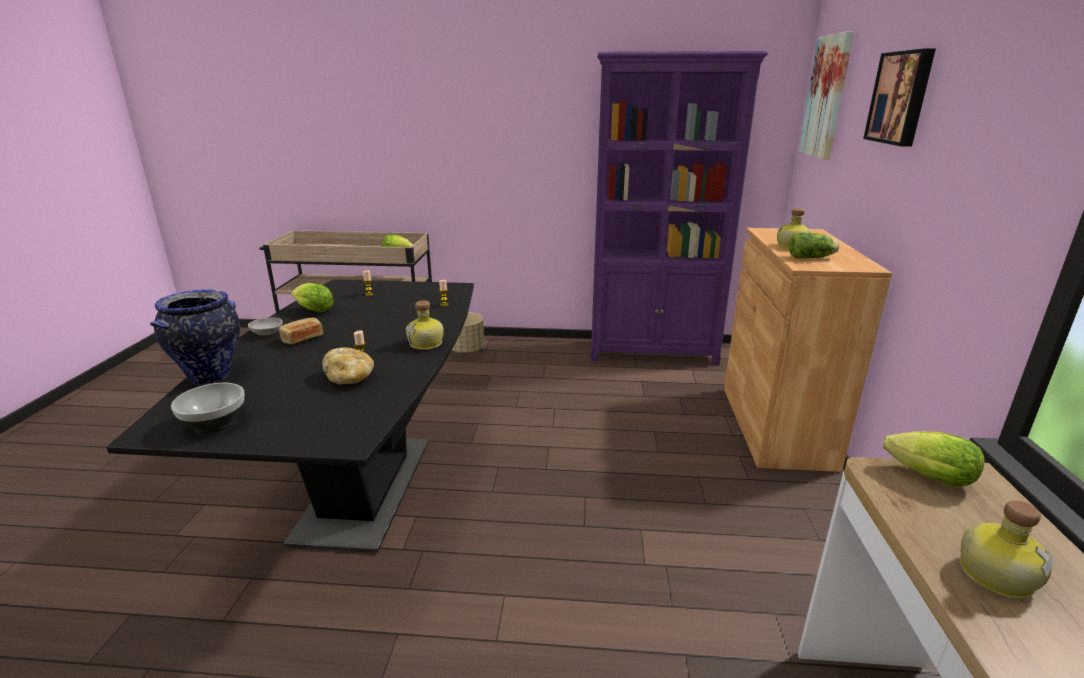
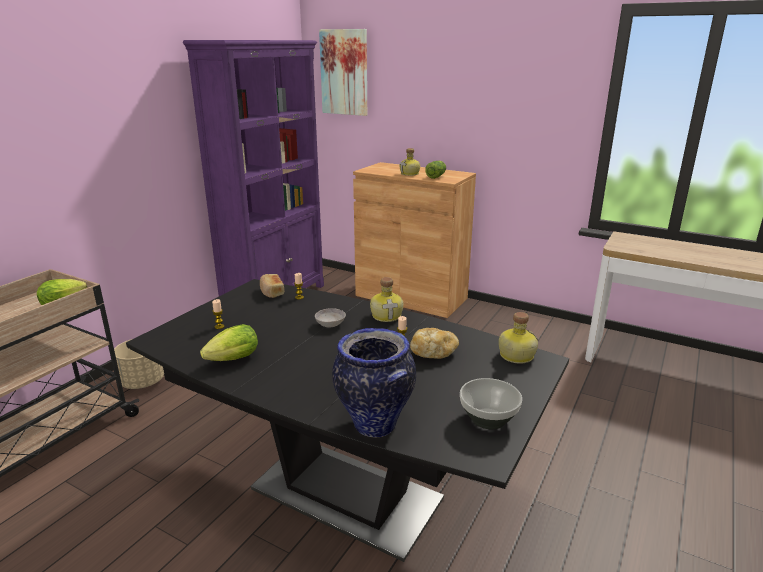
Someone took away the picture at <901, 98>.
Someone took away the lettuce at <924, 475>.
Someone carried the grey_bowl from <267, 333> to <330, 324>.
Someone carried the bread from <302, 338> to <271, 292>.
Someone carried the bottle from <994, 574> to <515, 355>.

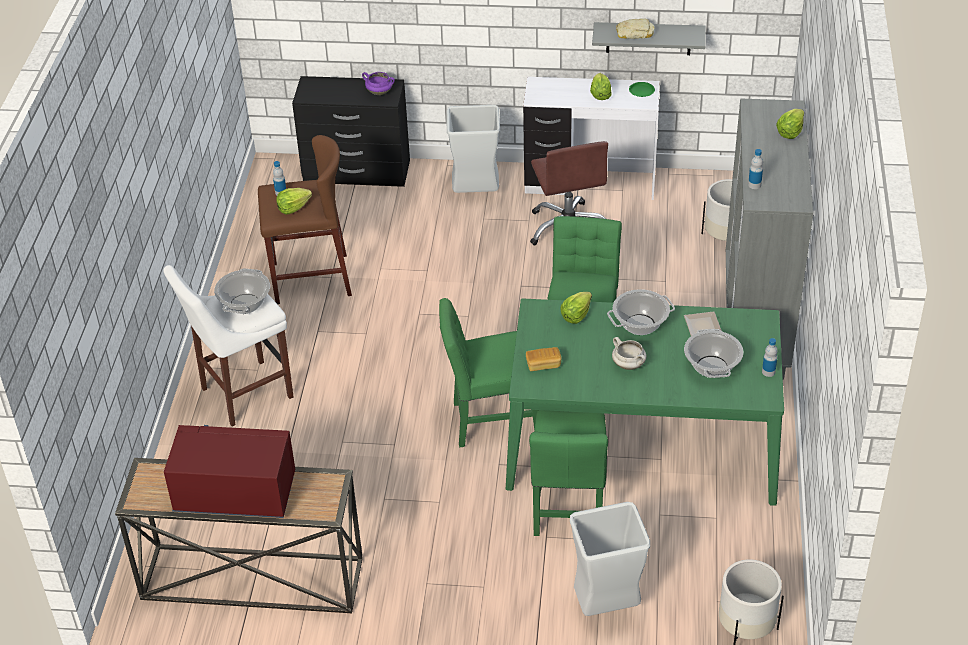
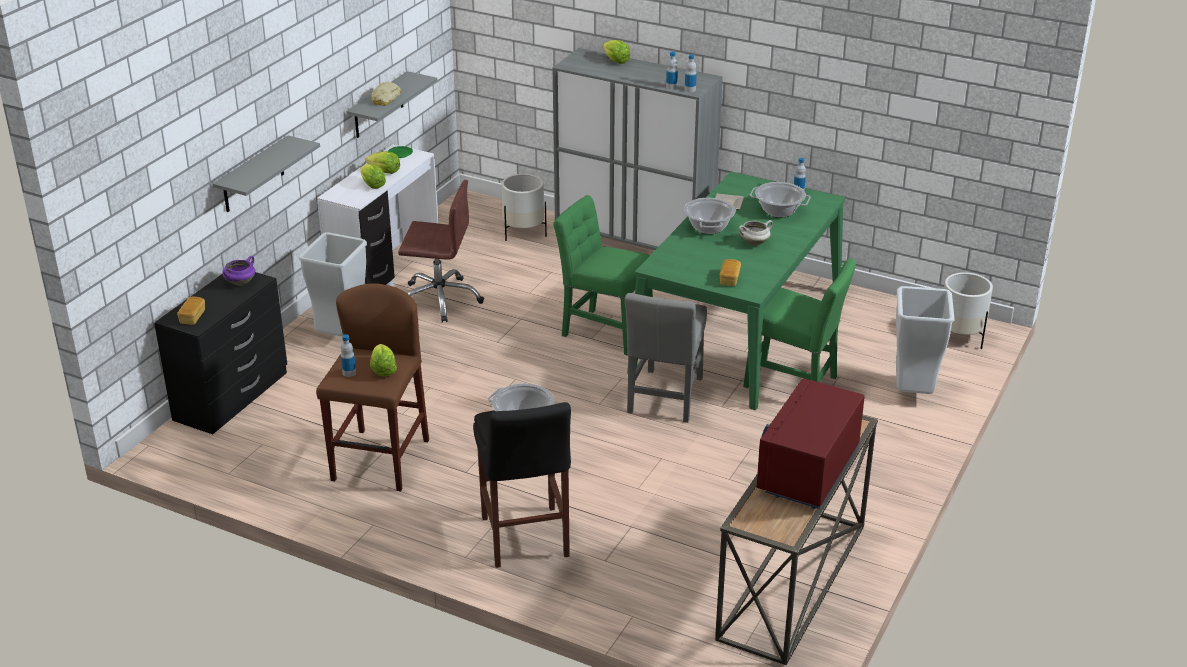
Someone put down the bread at <192, 317>.
Someone put up the grey_shelf at <253, 175>.
Someone put down the bottle at <690, 90>.
Someone carried the lettuce from <576, 315> to <372, 185>.
Someone repainted the white_stool at <242, 394>, which became the black_stool at <525, 540>.
Someone repainted the green_chair at <490, 421>, which became the grey_chair at <665, 398>.

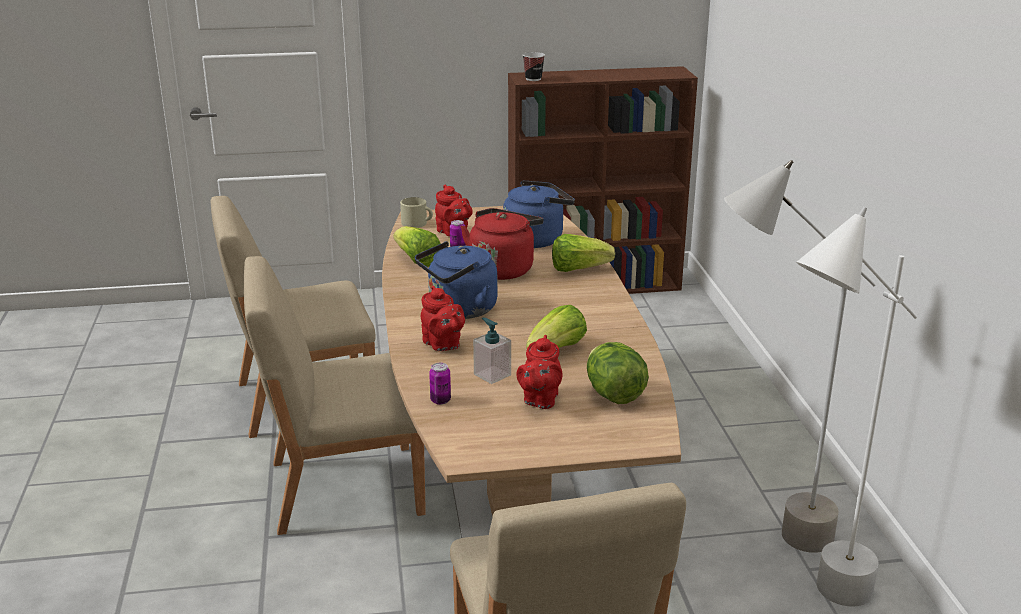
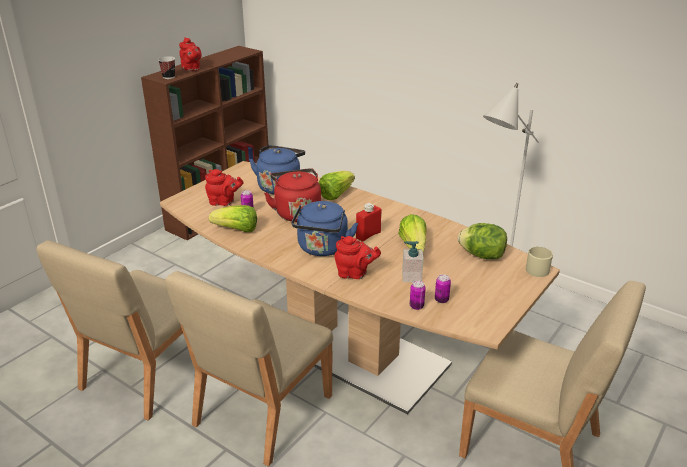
Someone took away the white_floor_lamp at <815, 607>.
Someone put down the red_bottle at <368, 235>.
Someone put down the can at <441, 300>.
Someone carried the beige_mug from <417, 223> to <539, 269>.
Someone carried the red_teapot from <540, 400> to <191, 69>.

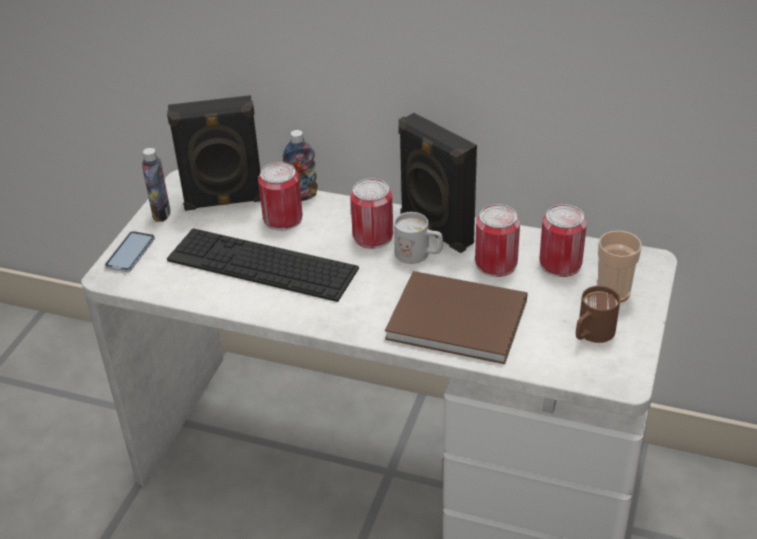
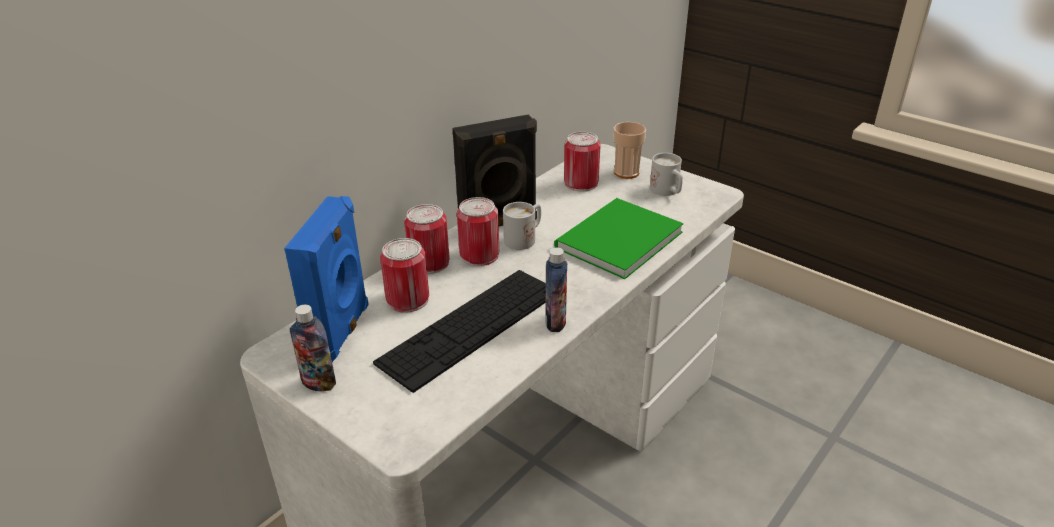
Someone took away the phone at <130, 253>.
Someone carried the bottle from <302, 195> to <555, 322>.
Someone carried the can from <496, 263> to <429, 262>.
Someone repainted the black_speaker at <224, 202>, which became the blue_speaker at <342, 332>.
Someone repainted the brown_book at <454, 316>, which became the green_book at <614, 240>.
Someone repainted the brown_mug at <591, 335>, which became the white_mug at <667, 192>.

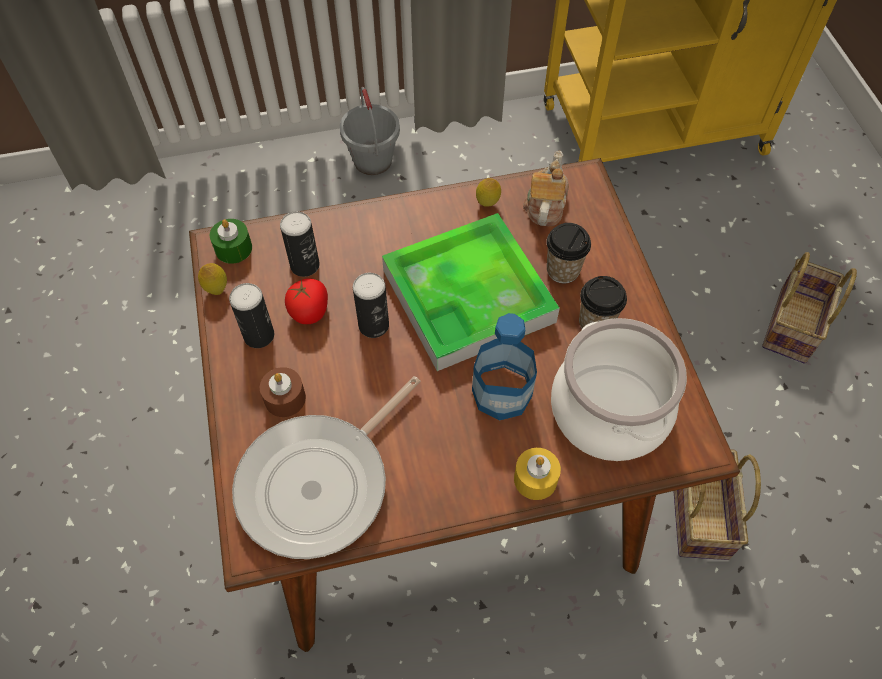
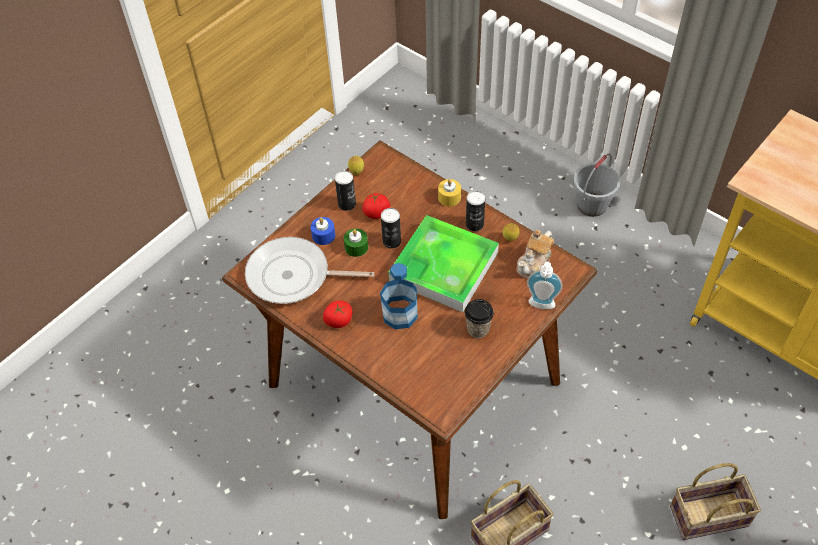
Someone took away the cup at <563, 270>.
Someone took away the cooking_pot at <608, 411>.
Someone put down the tomato at <338, 321>.
Someone put down the soap_dispenser at <541, 306>.
Someone carried the green_candle from <233, 248> to <356, 247>.
Someone carried the can from <305, 265> to <474, 224>.
Someone carried the yellow_candle from <535, 479> to <449, 197>.
Someone repainted the brown_candle at <285, 398>, which became the blue_candle at <323, 235>.
Someone rotated the teapot at <545, 205> by 150 degrees clockwise.

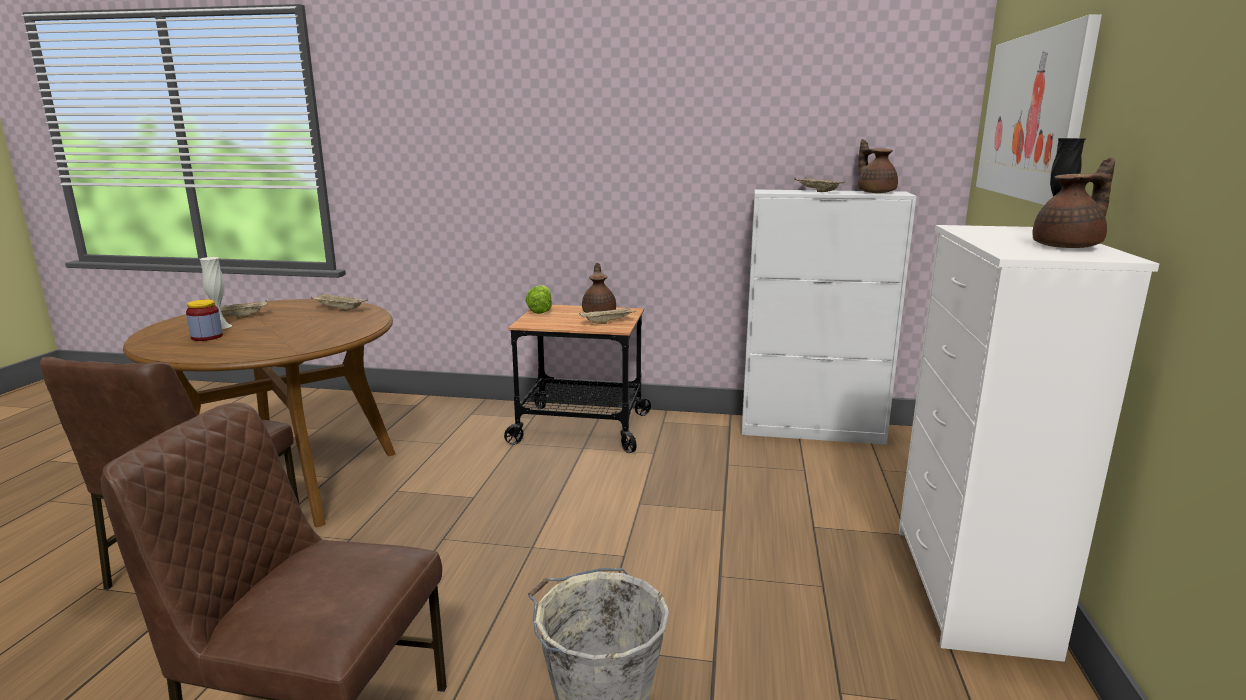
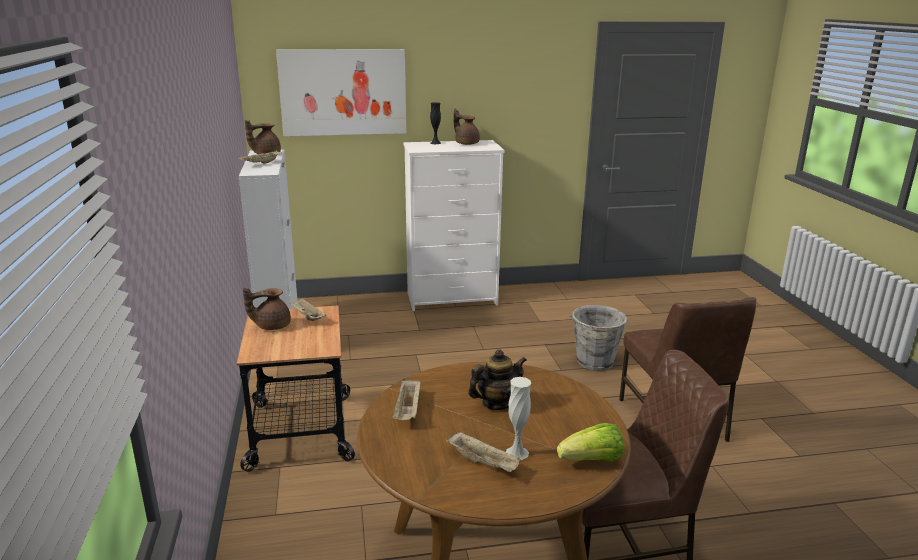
Someone took away the jar at <207, 337>.
Someone put down the teapot at <496, 403>.
Someone carried the lettuce from <540, 310> to <592, 461>.

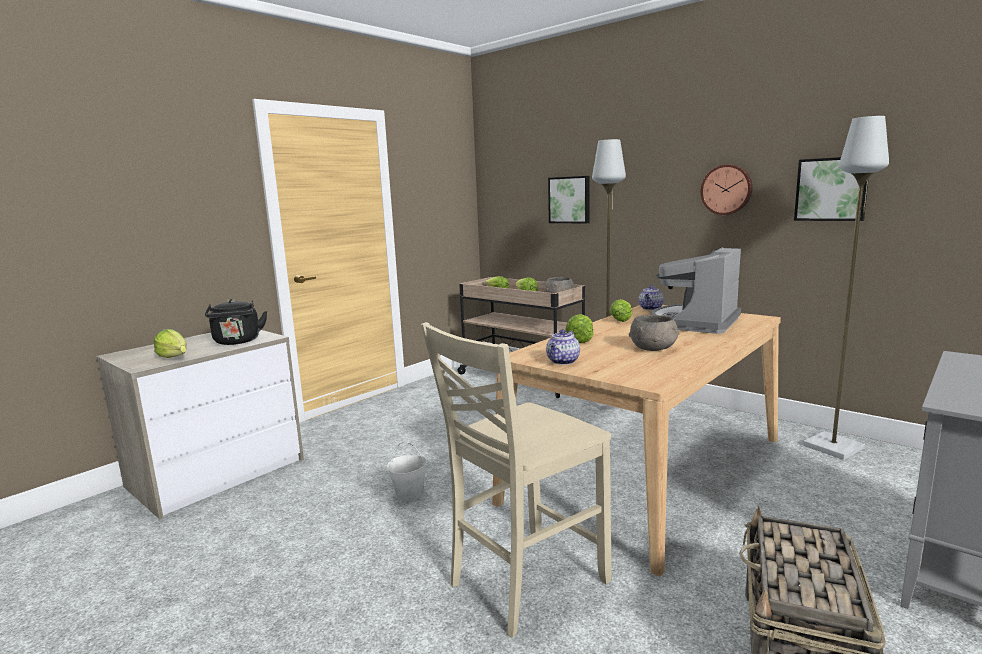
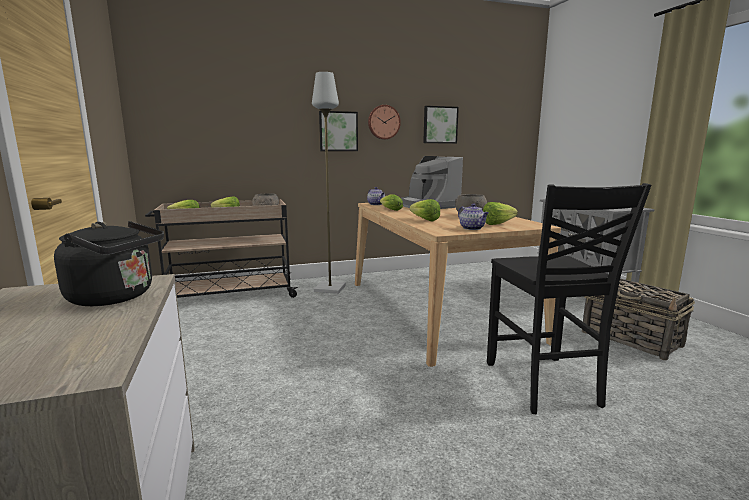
Someone took away the white_bucket at <410, 494>.
Someone took away the grey_floor_lamp at <834, 447>.
Someone carried the lettuce from <175, 359> to <501, 224>.
Someone carried the picture from <570, 200> to <338, 131>.
Someone repainted the beige_chair at <524, 582>, which became the black_chair at <543, 385>.

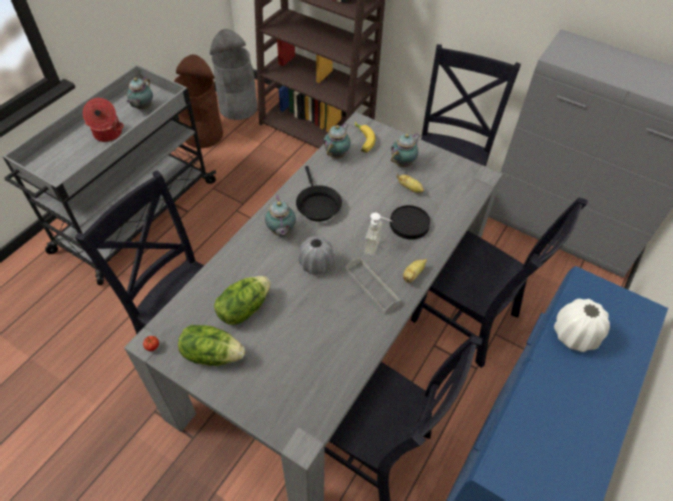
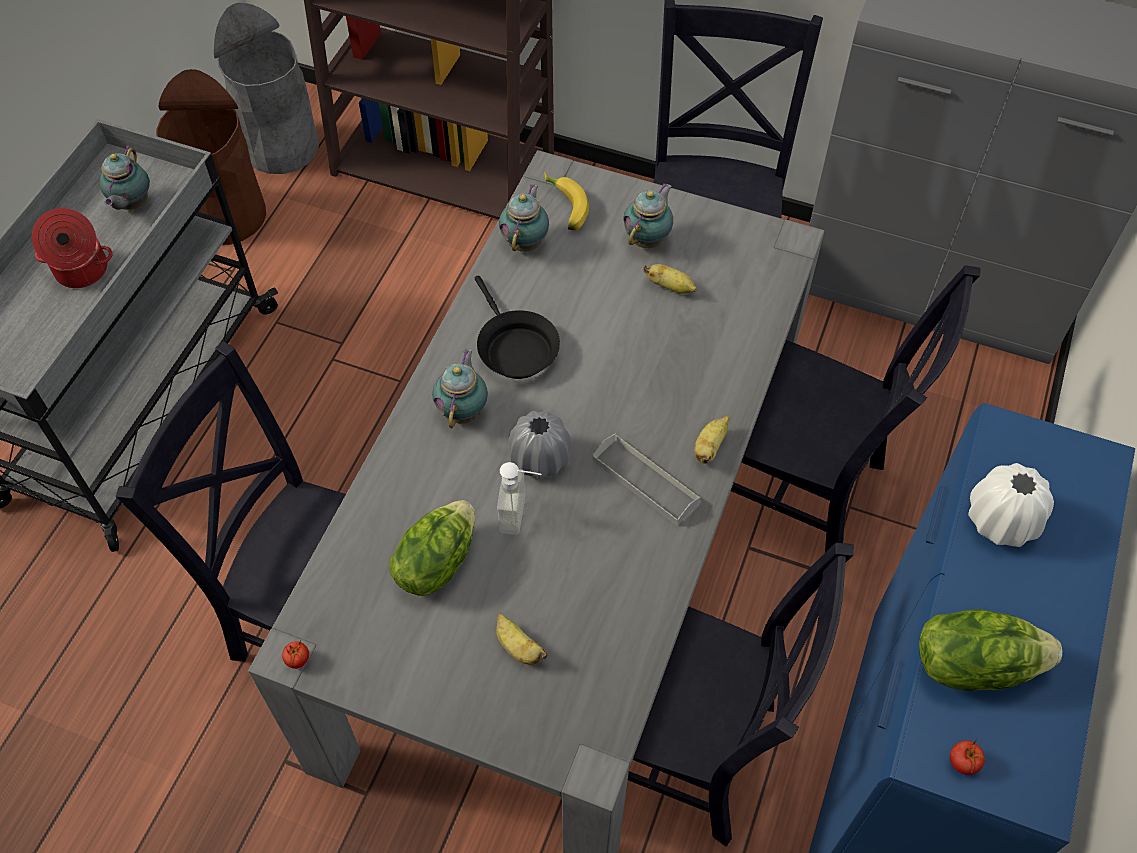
Someone took away the black_plate at <409, 224>.
Someone put down the banana at <518, 647>.
Someone put down the tomato at <962, 763>.
Someone carried the lettuce from <212, 354> to <973, 664>.
Someone carried the soap_dispenser from <377, 247> to <522, 514>.
Someone rotated the teapot at <281, 232> by 150 degrees counterclockwise.

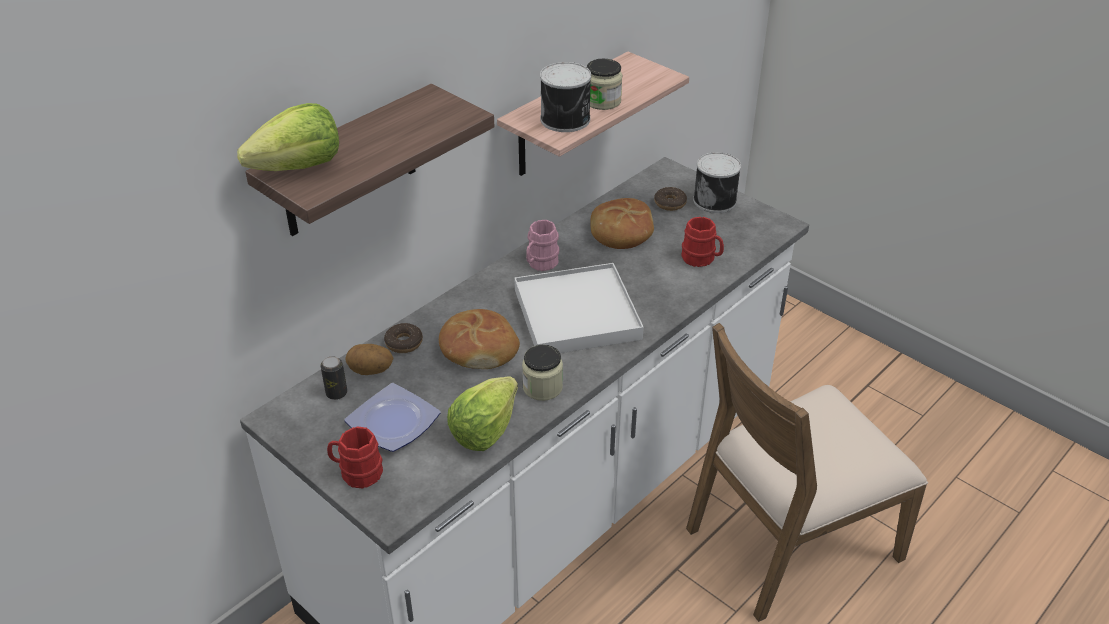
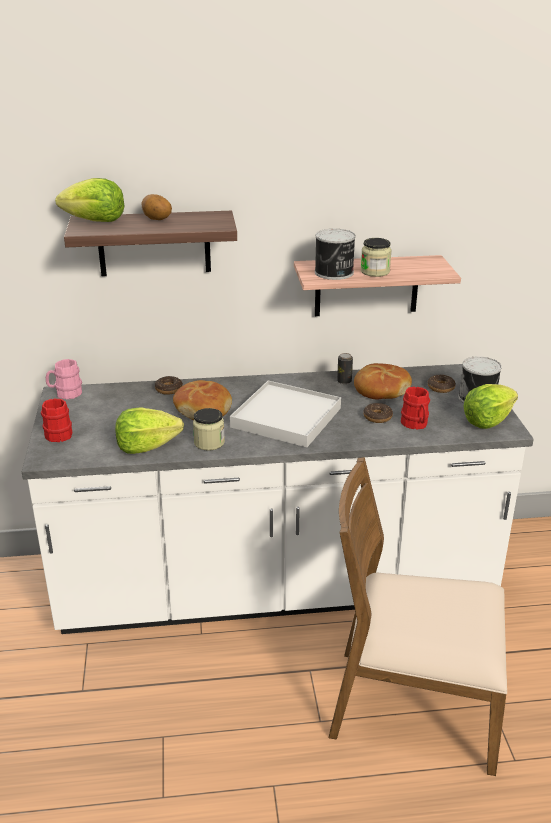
Someone took away the plate at <395, 422>.
Someone put down the donut at <377, 417>.
Someone put down the lettuce at <487, 421>.
Someone carried the can from <336, 393> to <344, 381>.
Someone carried the potato from <370, 371> to <156, 220>.
Someone carried the pink_mug from <540, 263> to <65, 393>.

